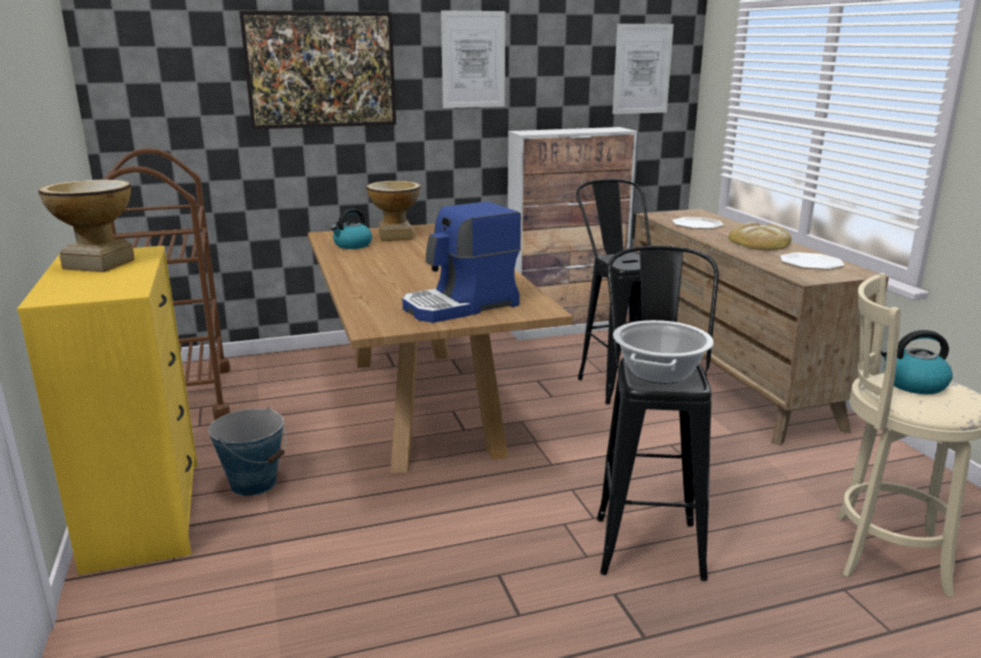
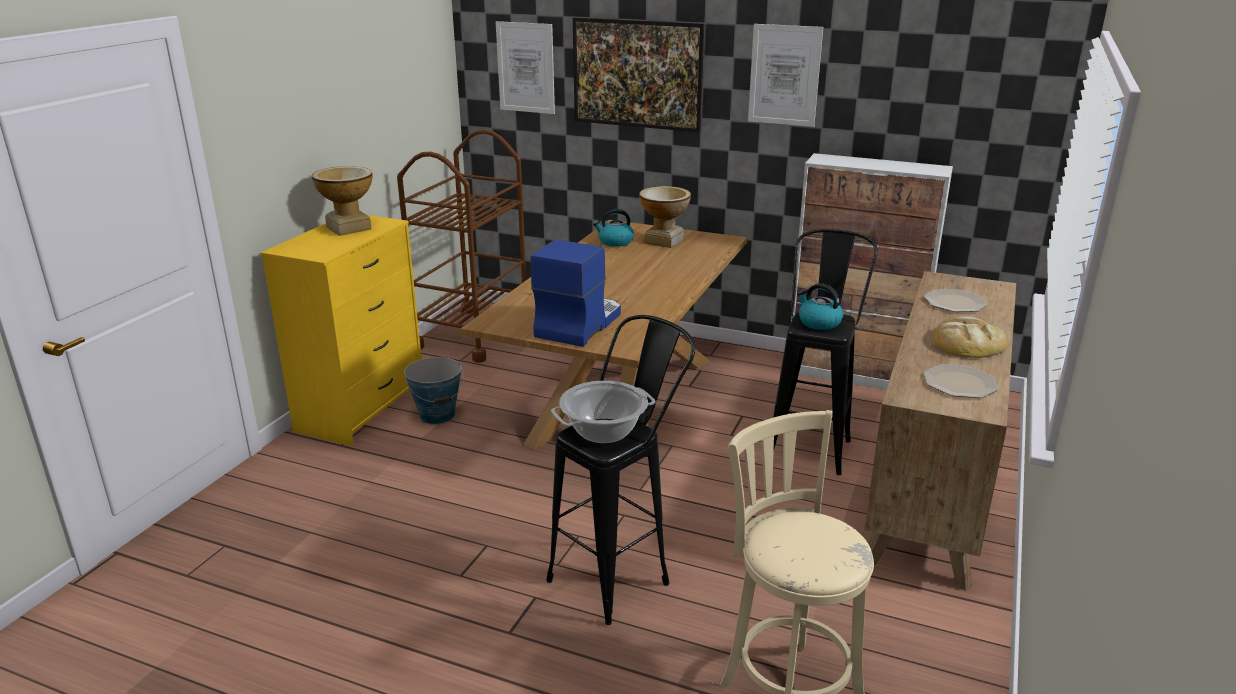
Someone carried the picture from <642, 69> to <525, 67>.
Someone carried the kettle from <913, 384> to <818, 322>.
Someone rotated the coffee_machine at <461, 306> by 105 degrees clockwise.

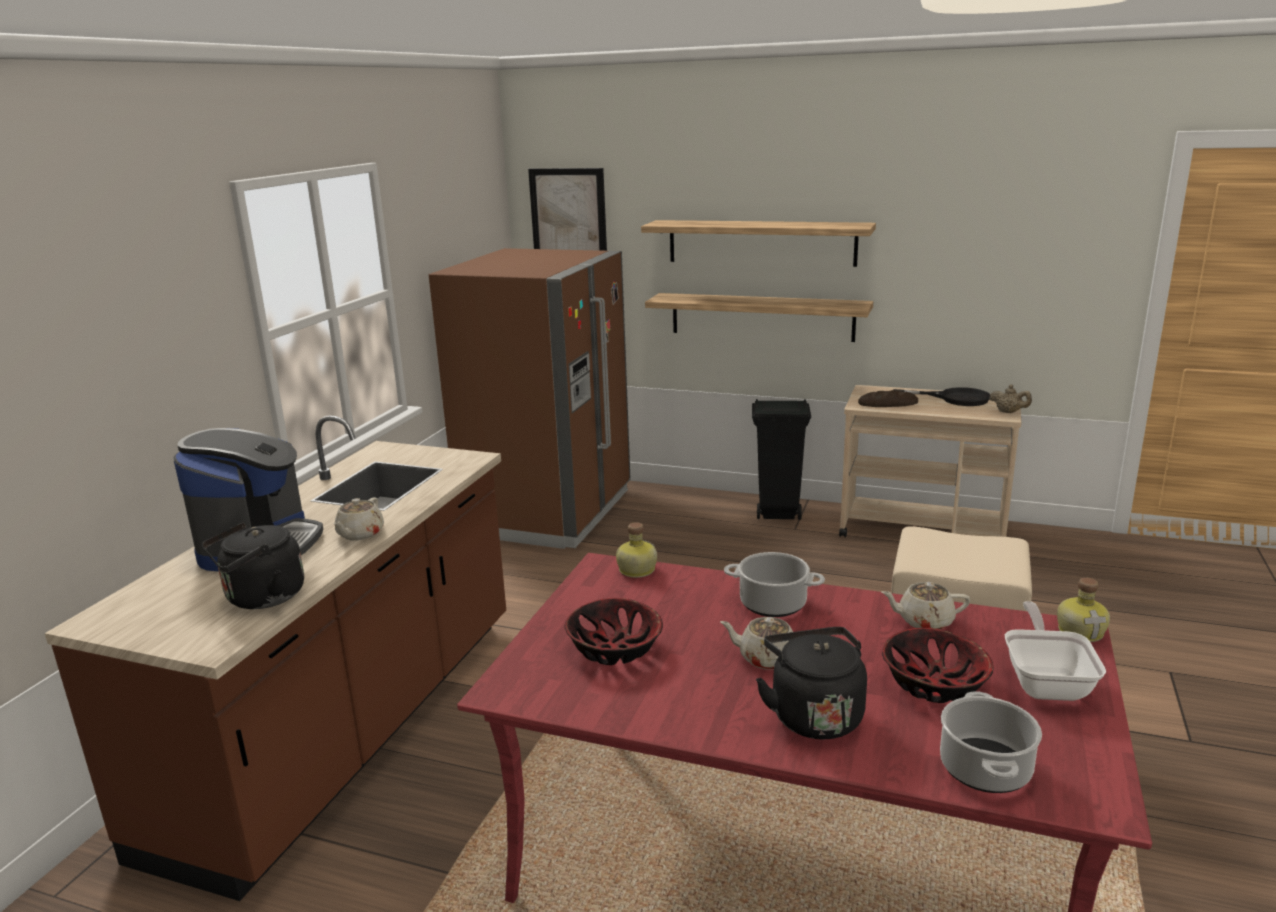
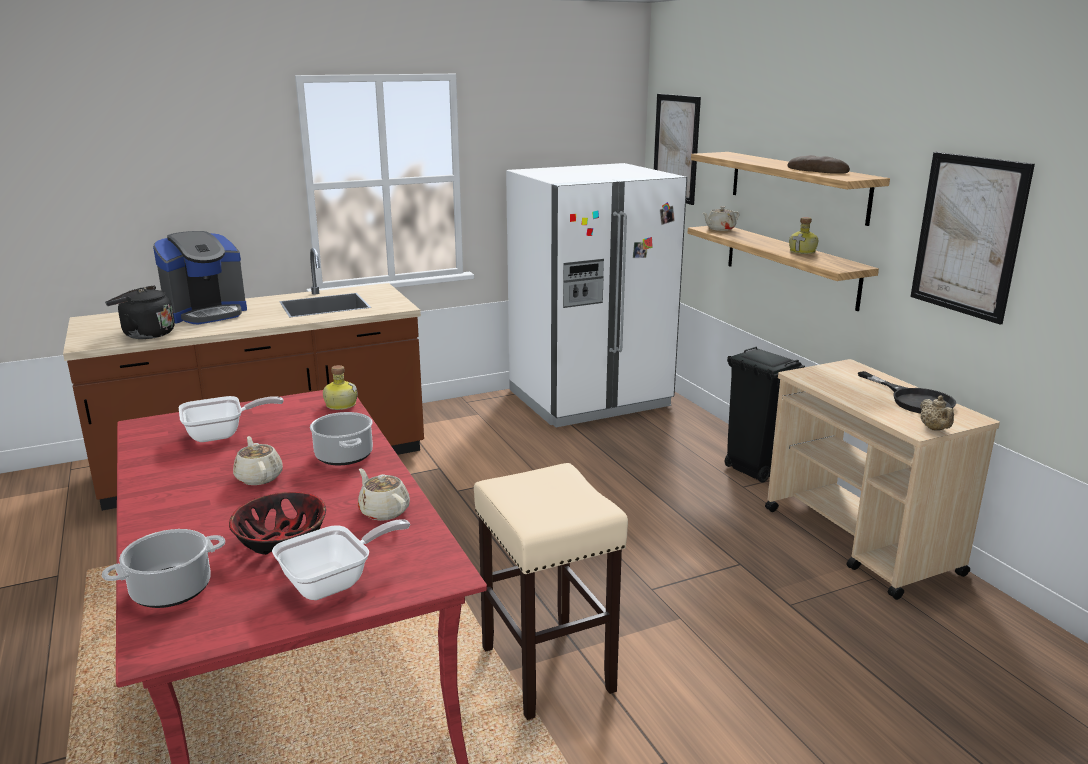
Someone took away the black_kettle at <813, 714>.
Someone put up the picture at <968, 235>.
Someone carried the beige_teapot from <360, 534> to <720, 229>.
Someone carried the bread from <887, 404> to <817, 171>.
Someone carried the bottle from <1081, 631> to <803, 252>.
Someone swapped the bowl at <615, 649> for the frying_pan at <222, 434>.
Someone repainted the brown_fridge at <548, 512>, which became the white_fridge at <589, 399>.

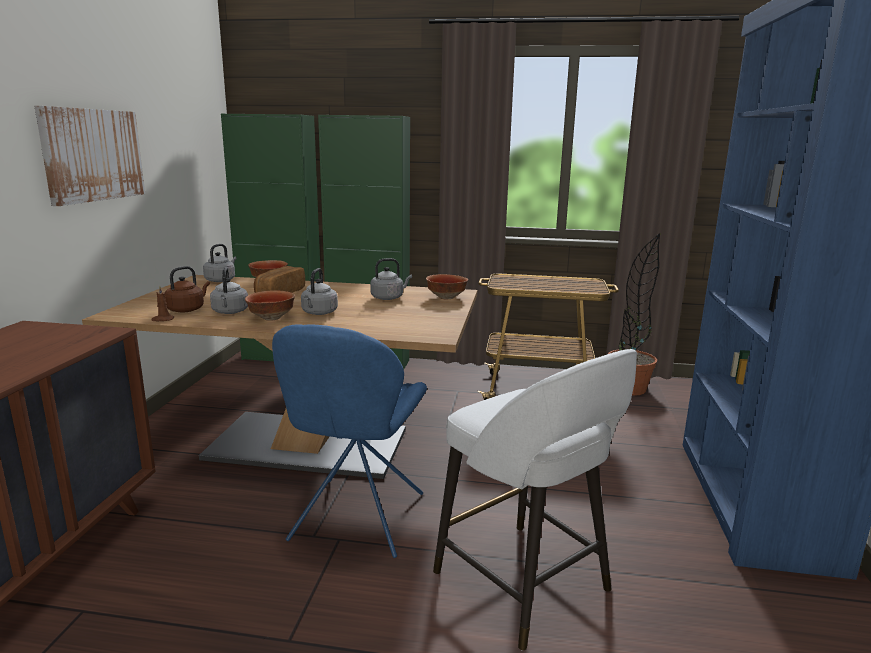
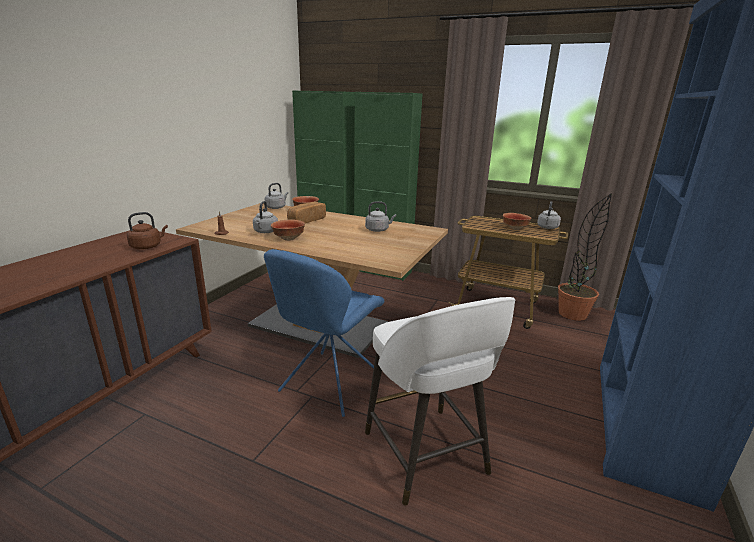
Someone took away the picture at <93, 155>.
Someone carried the brown_kettle from <187, 309> to <147, 246>.
Someone carried the grey_kettle from <319, 313> to <547, 228>.
Someone carried the bowl from <446, 297> to <514, 228>.

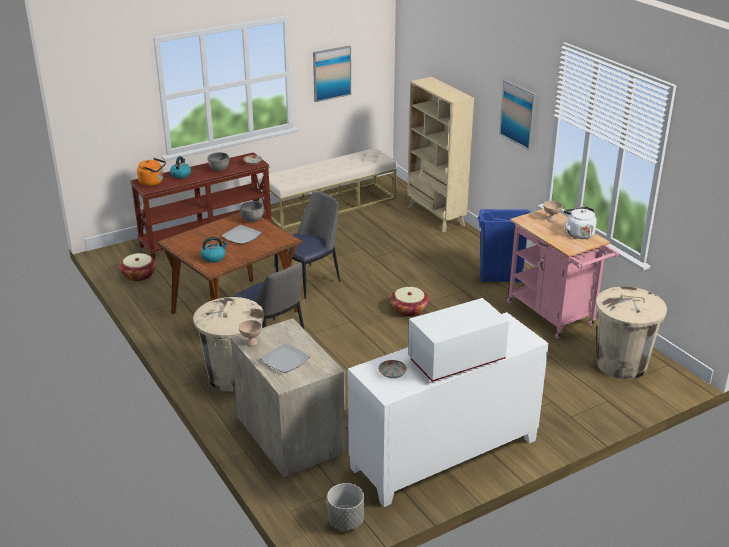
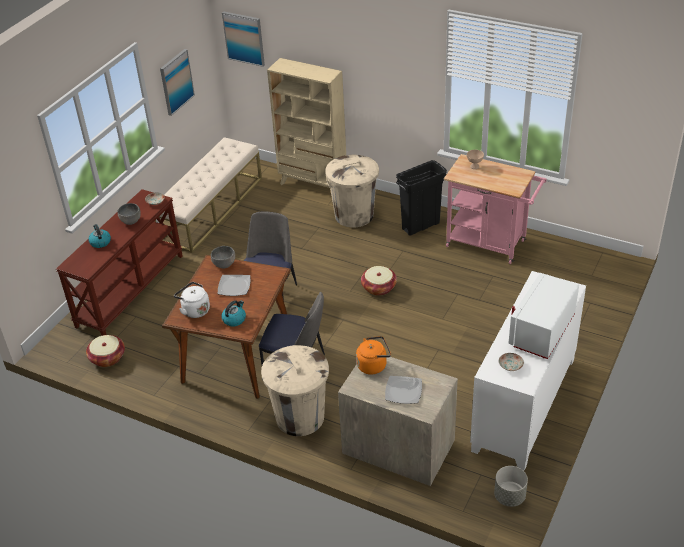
Someone took away the beige_bowl at <251, 343>.
Someone carried the orange_kettle from <153, 182> to <373, 365>.
Someone carried the picture from <518, 114> to <244, 38>.
Someone carried the white_kettle from <578, 233> to <194, 310>.
Someone carried the beige_trash_can from <621, 364> to <354, 215>.
Someone repainted the blue_trash_can at <501, 278>, which became the black_trash_can at <421, 226>.

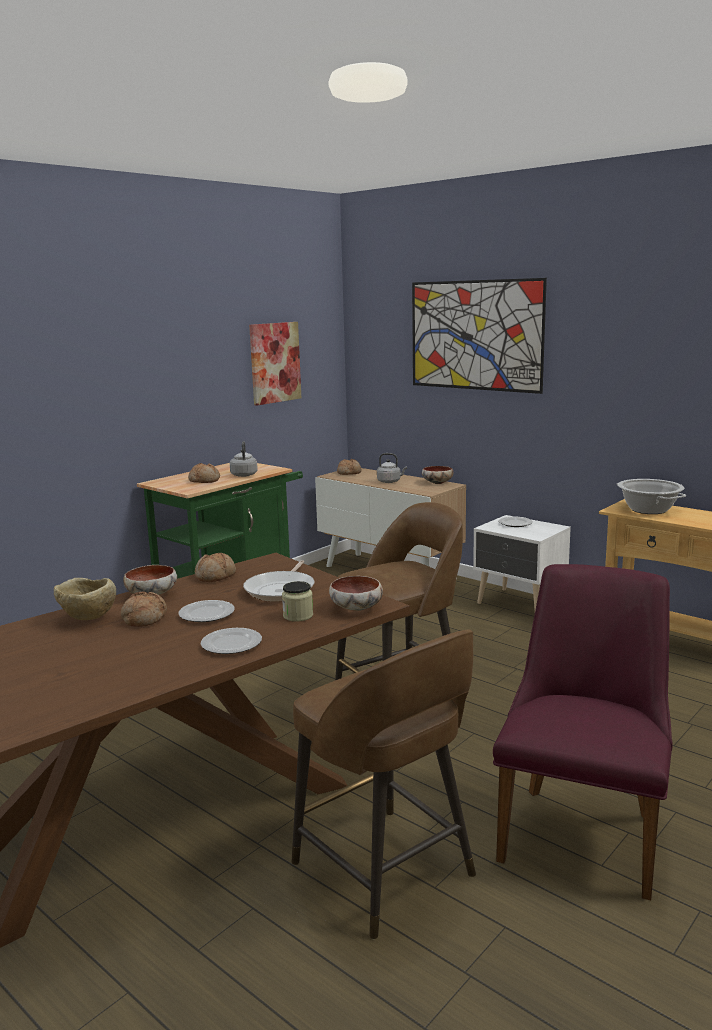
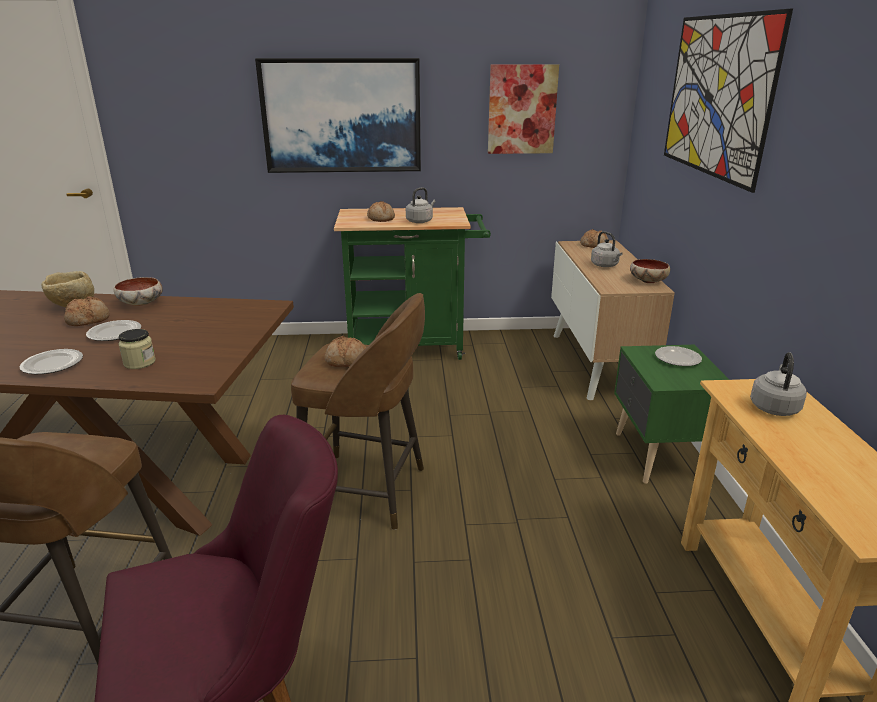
Someone took away the frying_pan at <281, 590>.
Someone took away the bowl at <357, 608>.
Someone put up the picture at <342, 116>.
Someone carried the bread from <216, 576> to <346, 361>.
Someone swapped the cooking_pot at <648, 510> for the grey_kettle at <774, 407>.
Someone repainted the white_nightstand at <520, 604>, which became the green_nightstand at <658, 457>.

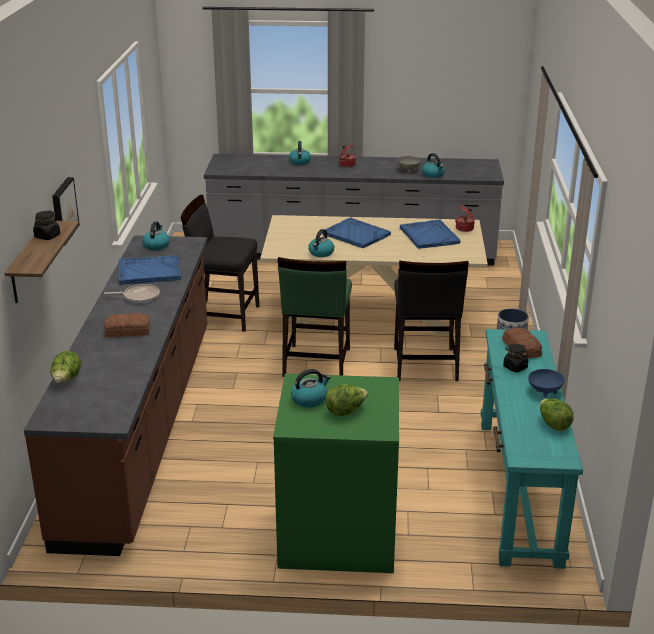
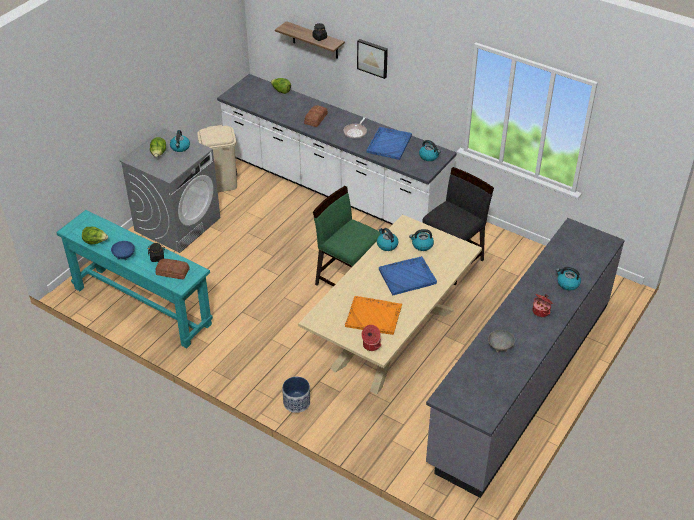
Someone took away the black_chair at <424, 364>.
Someone put down the beige_trash_can at <222, 183>.
Someone carried the kettle from <433, 174> to <422, 245>.
Someone repainted the brown_counter at <142, 427>, which became the white_counter at <333, 188>.
Someone repainted the green_washing_machine at <337, 534>, which became the grey_washing_machine at <177, 224>.
Someone repainted the blue_tray at <429, 235>, which became the orange_tray at <374, 316>.

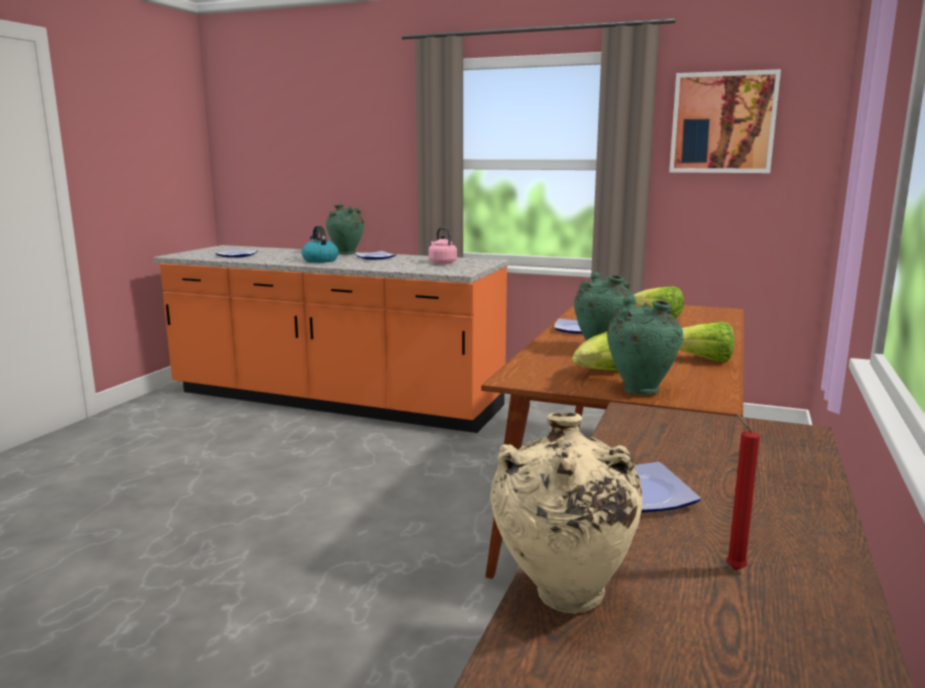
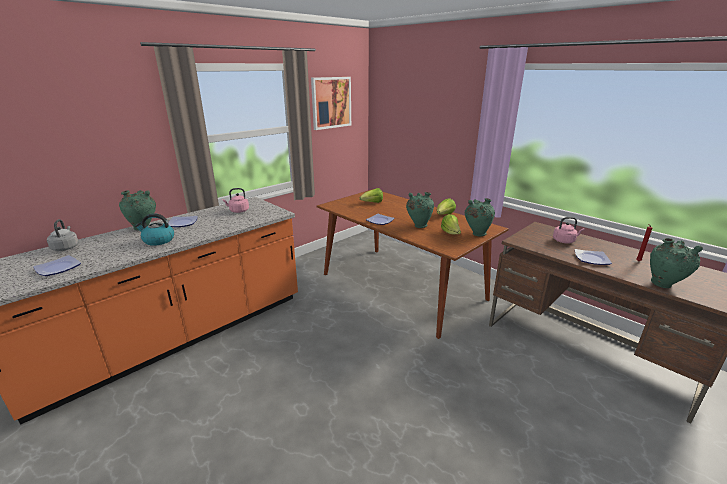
Someone put down the grey_kettle at <66, 247>.
Someone put down the pink_kettle at <564, 241>.
Someone repainted the beige_vase at <562, 600>, which became the green_vase at <664, 285>.

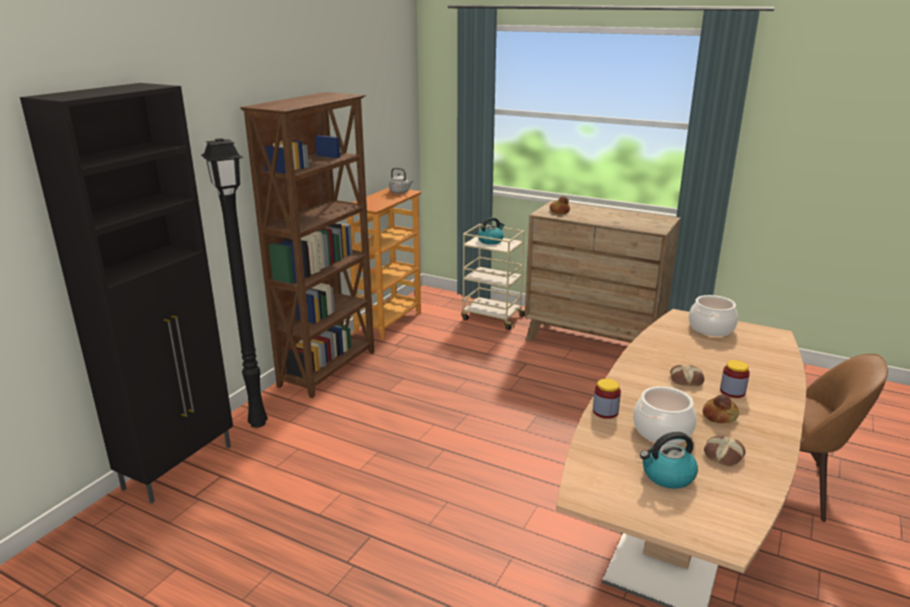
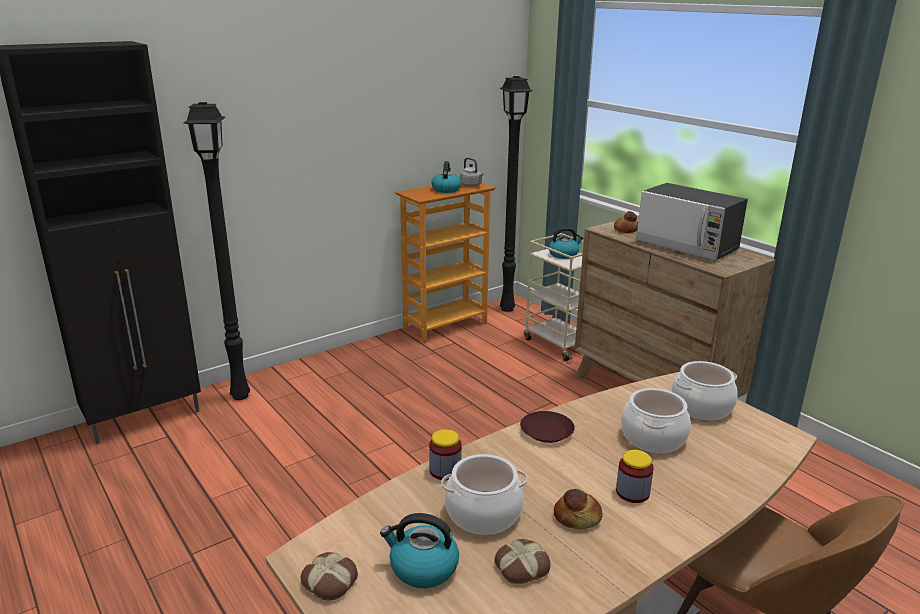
Someone took away the brown_bookcase at <329, 369>.
Someone put down the kettle at <446, 189>.
Someone put down the black_floor_lamp at <506, 309>.
Someone put down the brown_plate at <546, 432>.
Someone put down the cooking_pot at <653, 437>.
Someone put down the microwave at <687, 246>.
Someone carried the bread from <686, 379> to <330, 581>.

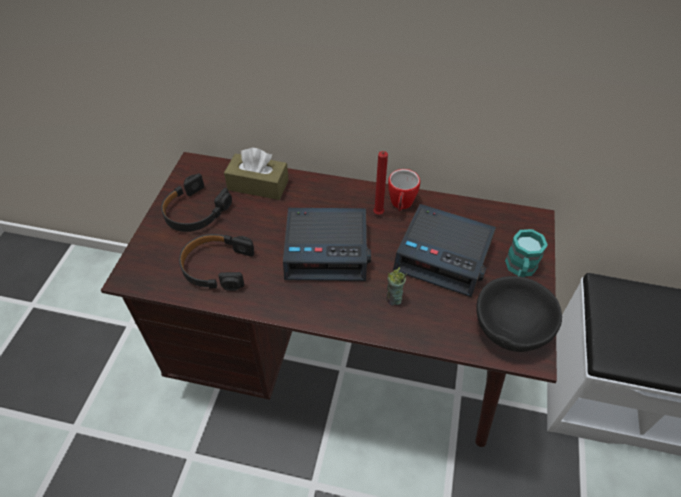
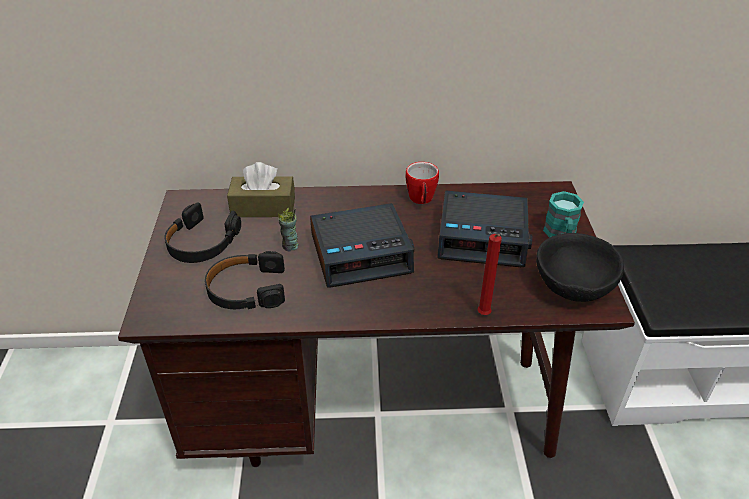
Someone carried the red_candle from <378, 215> to <484, 316>.
Someone carried the cup from <393, 299> to <290, 246>.

